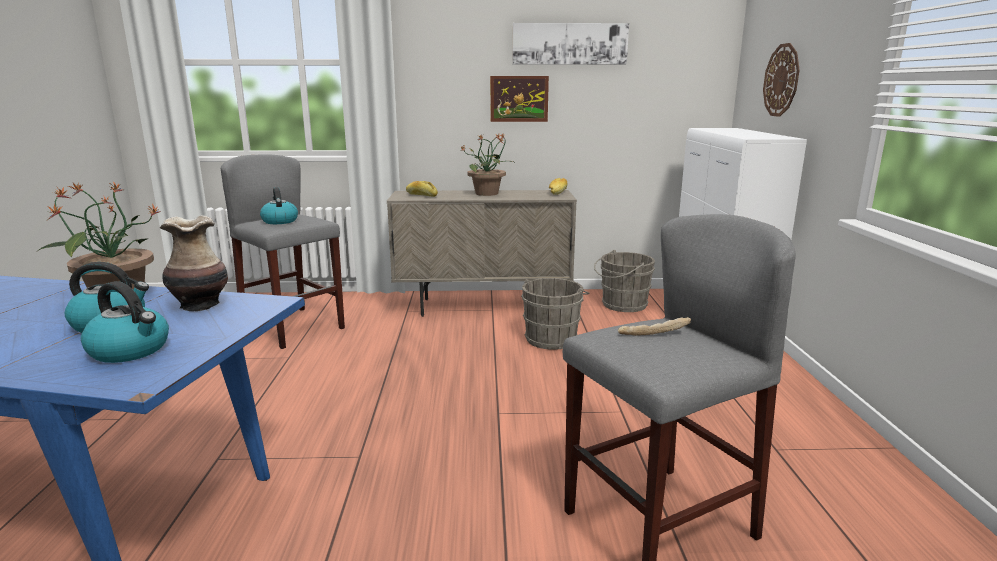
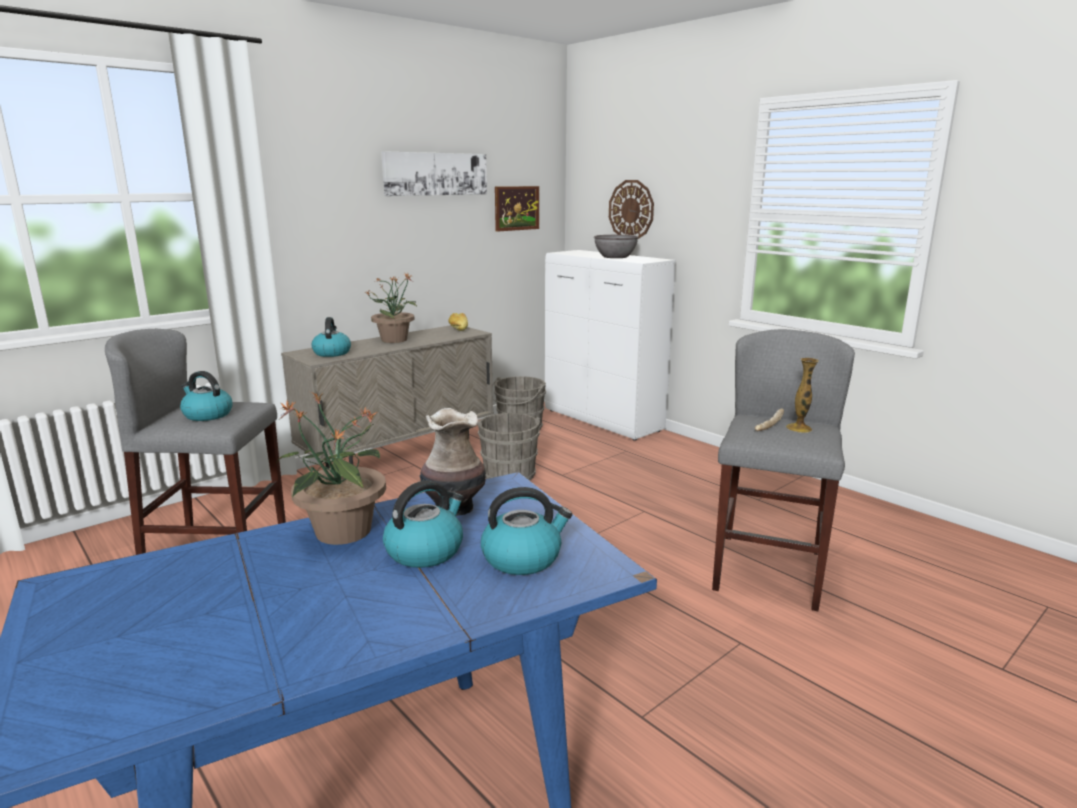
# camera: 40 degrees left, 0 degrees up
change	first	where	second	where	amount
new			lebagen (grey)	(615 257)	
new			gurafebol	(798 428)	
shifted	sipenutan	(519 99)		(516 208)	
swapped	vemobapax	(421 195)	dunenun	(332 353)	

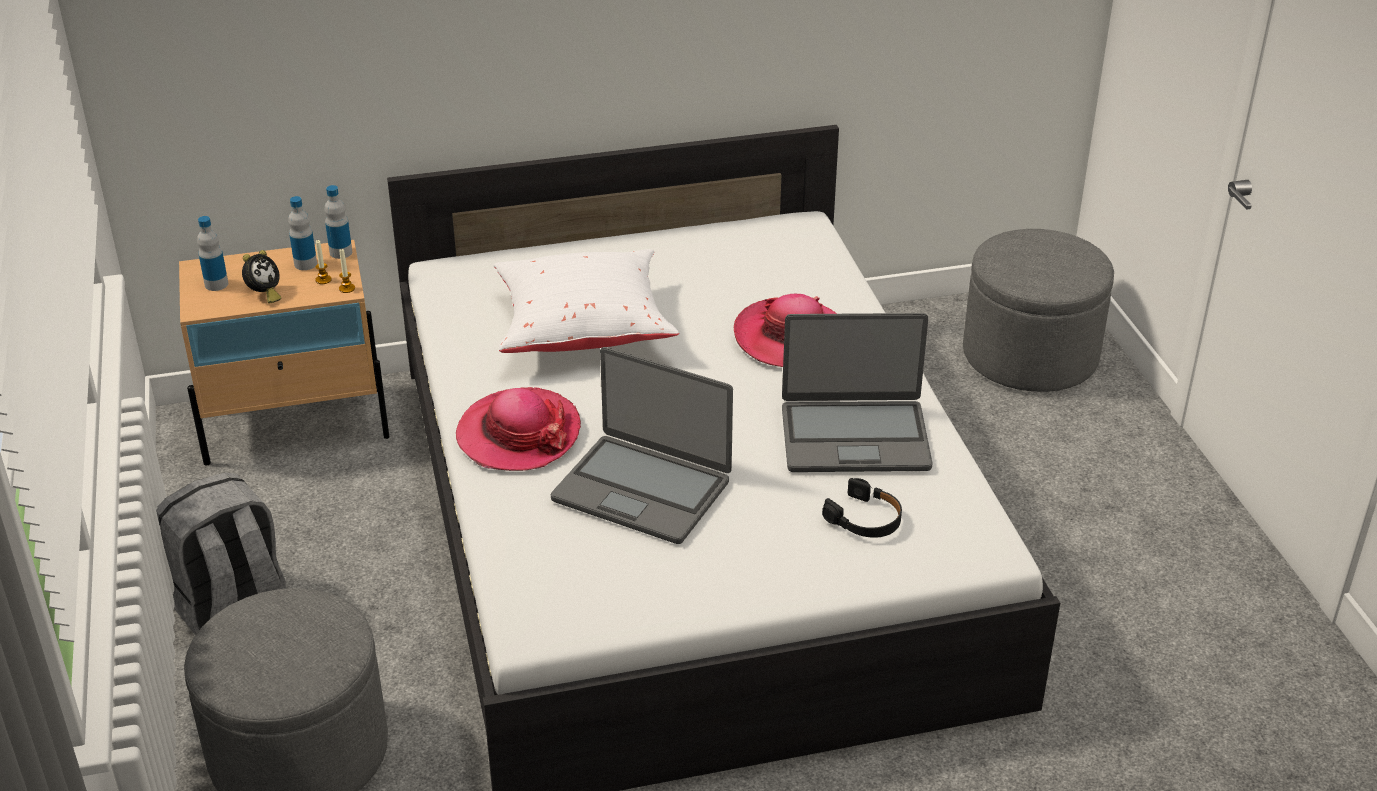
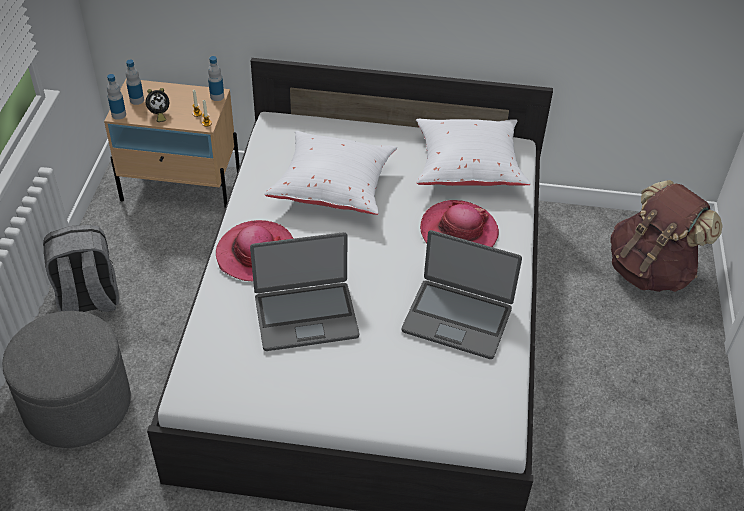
# camera: 20 degrees right, 10 degrees up
change	first	where	second	where	amount
gone	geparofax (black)	(865 519)			
new			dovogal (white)	(467 167)	
shifted	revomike	(305 264)		(118 115)	
swapped	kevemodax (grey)	(1030 355)	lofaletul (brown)	(650 270)	
rotated	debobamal	(642 489)		(306 316)	60 degrees counterclockwise

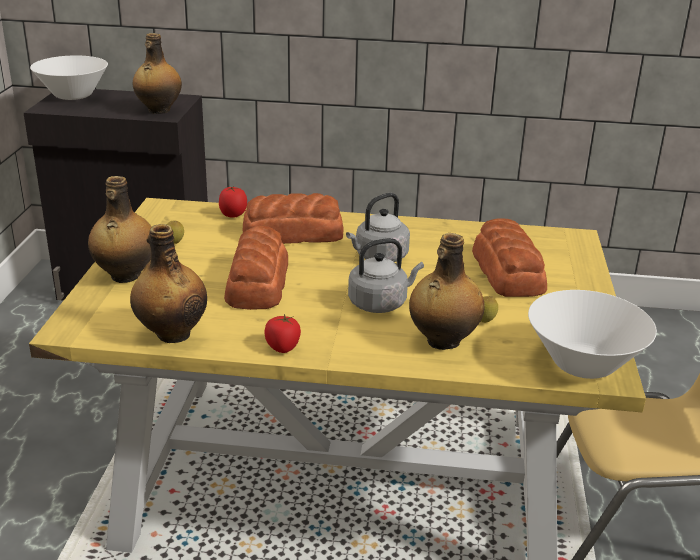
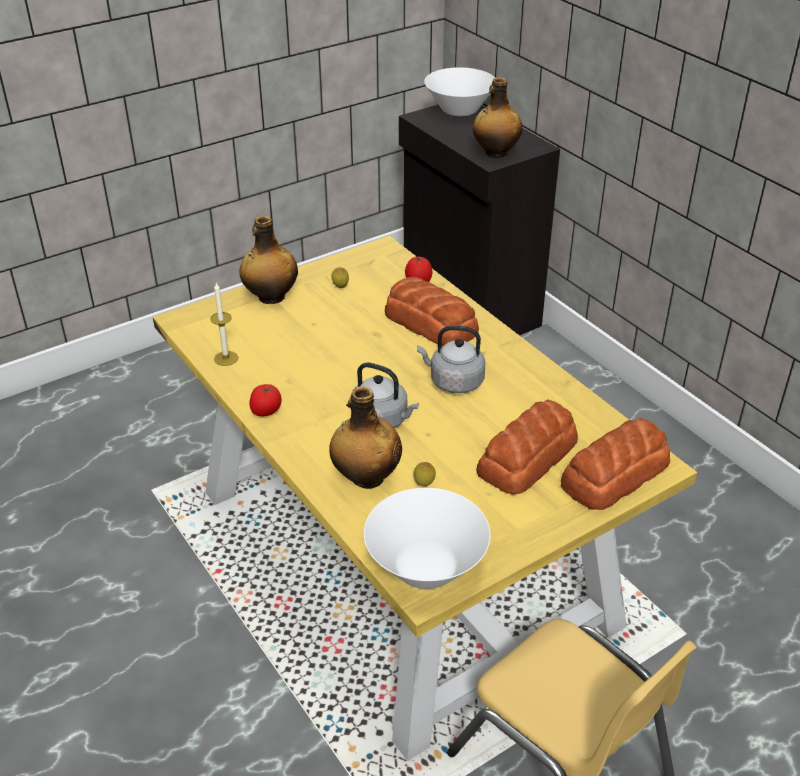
# camera: 50 degrees right, 10 degrees up
change	first	where	second	where	amount
shifted	vemobapax	(257 282)		(613 475)	
swapped	revomike	(172 333)	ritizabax	(226 358)	

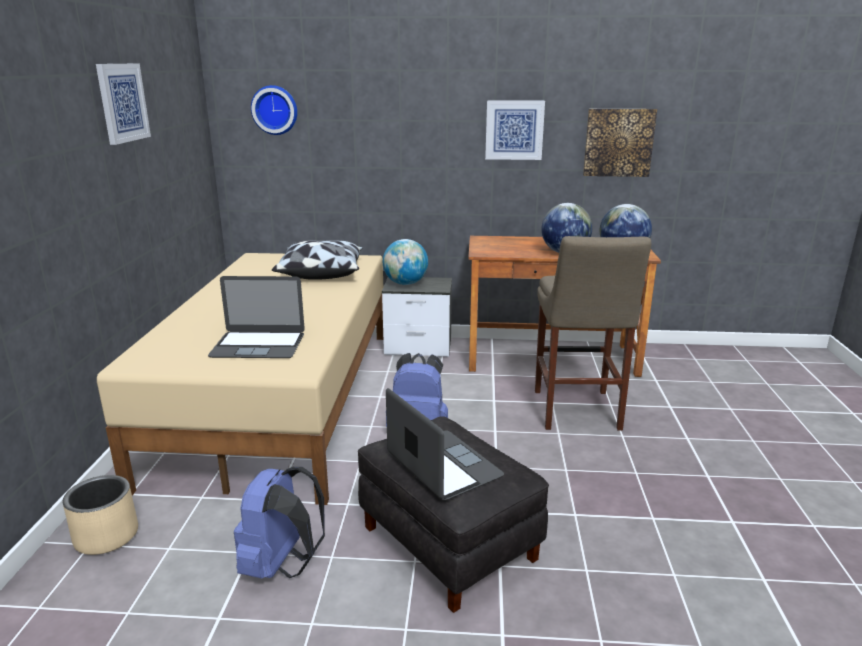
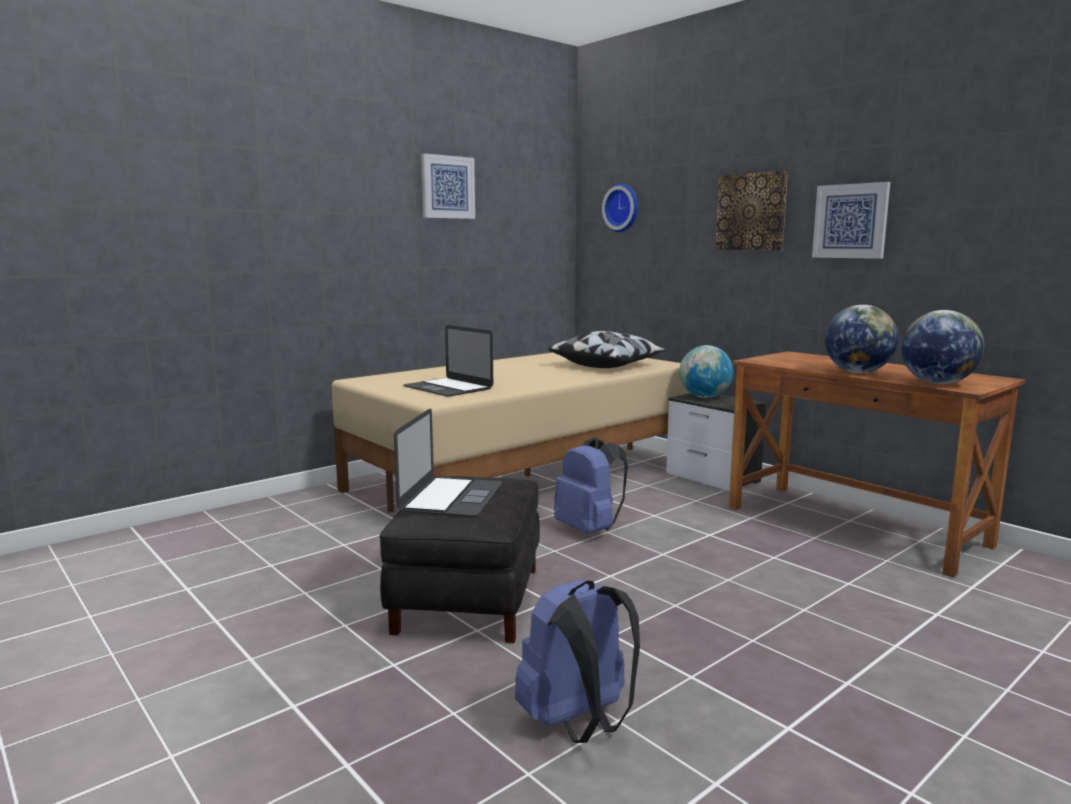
# camera: 45 degrees right, 10 degrees down
change	first	where	second	where	amount
gone	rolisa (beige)	(106 536)			
gone	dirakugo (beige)	(576 412)			
shifted	lofaletul (blue)	(281 565)		(578 724)	
shifted	sipenutan	(618 142)		(752 212)	

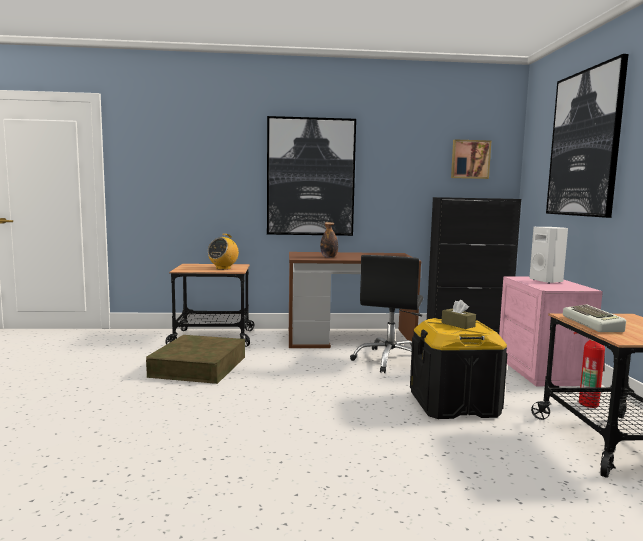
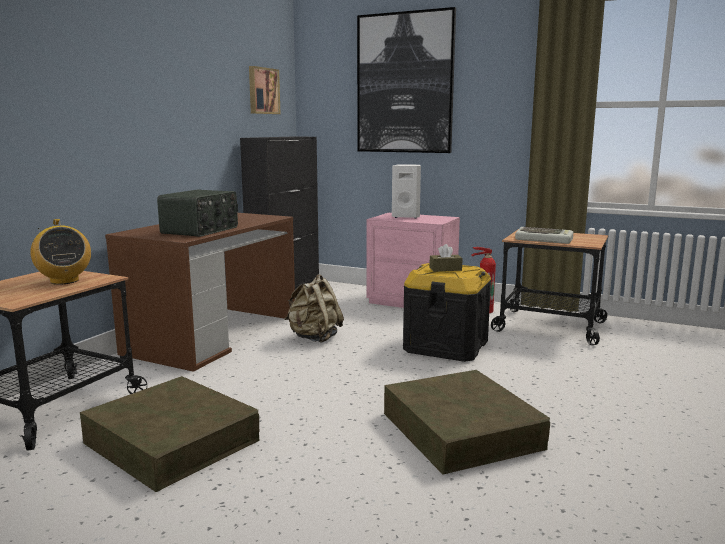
# camera: 60 degrees left, 5 degrees up
change	first	where	second	where	amount
gone	sipenutan	(310 177)			
new			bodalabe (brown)	(461 430)	
swapped	revomike	(329 257)	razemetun	(201 230)	
swapped	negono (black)	(390 360)	lofaletul (beige)	(314 338)	

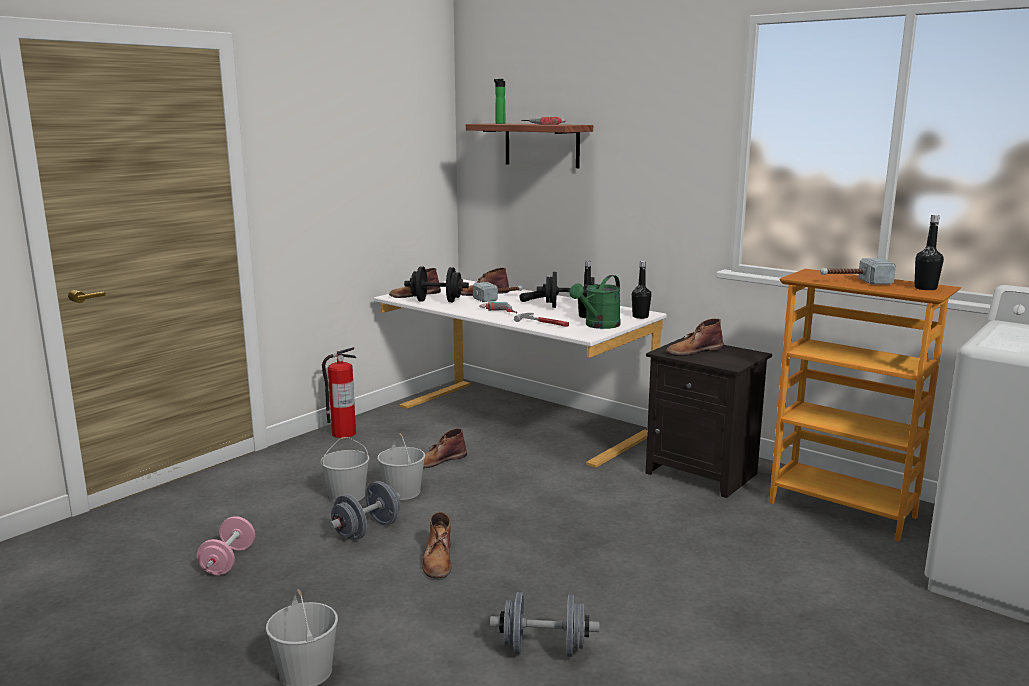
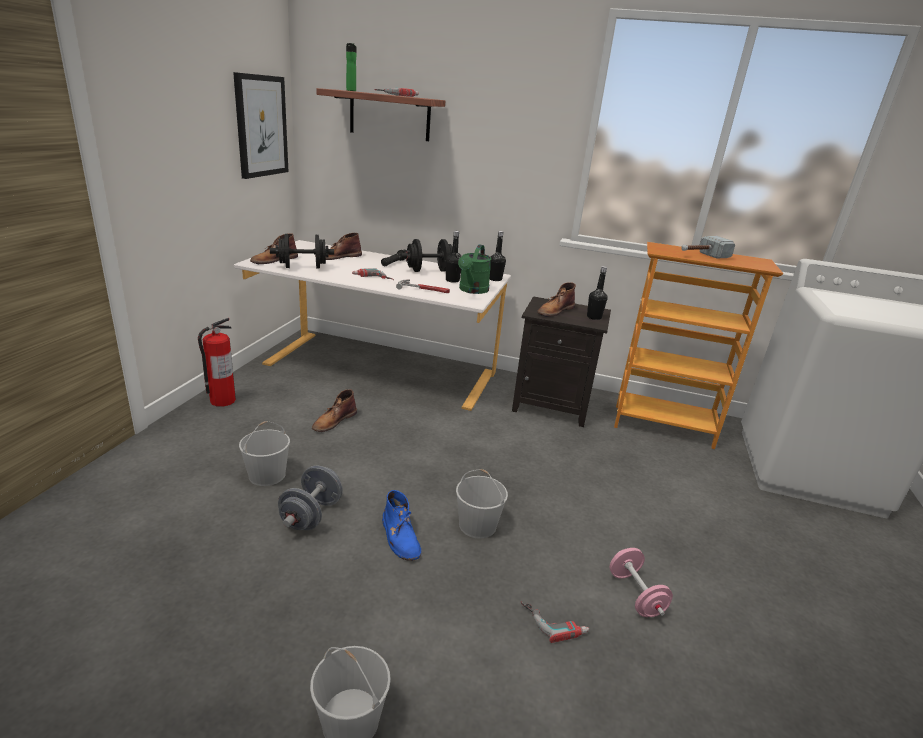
# camera: 25 degrees left, 10 degrees up
change	first	where	second	where	amount
gone	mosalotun	(499 298)			
new			sipenutan	(261 126)	
shifted	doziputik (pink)	(228 561)		(635 595)	
shifted	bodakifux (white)	(403 492)		(478 525)	
shifted	revomike (black)	(925 288)		(594 317)	
swapped	doziputik (grey)	(544 649)	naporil	(554 620)	
repainted	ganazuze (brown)	(438 560)	ganazuze (blue)	(400 537)	

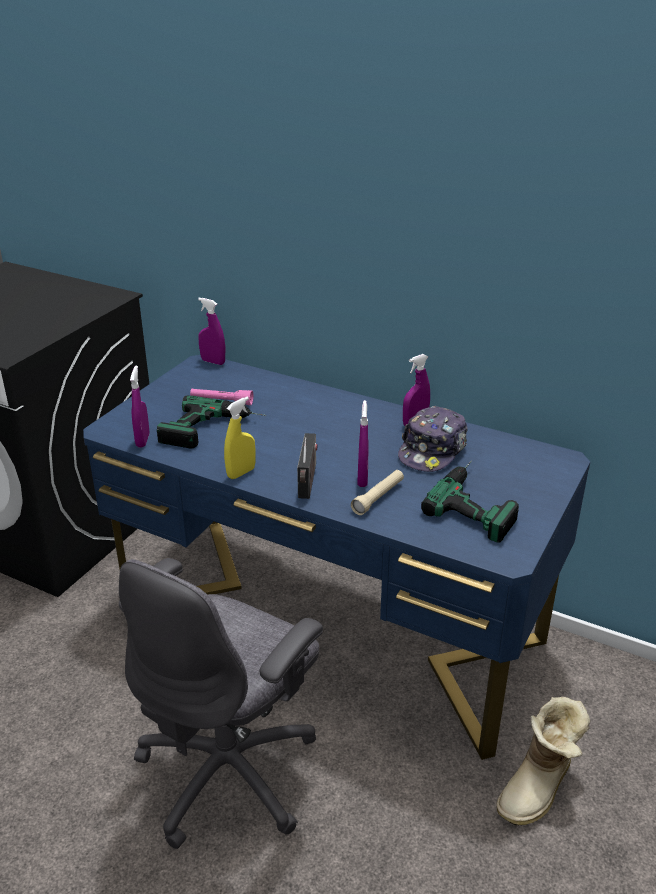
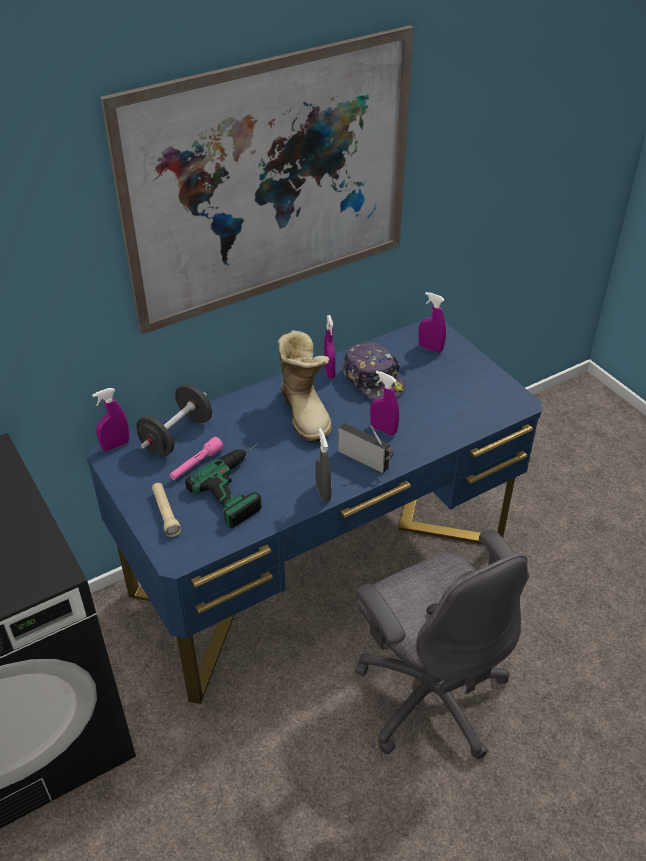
# camera: 60 degrees left, 10 degrees up
change	first	where	second	where	amount
gone	naporil	(478 502)			
new			sipenutan	(271 181)	
new			doziputik (black)	(177 436)	
shifted	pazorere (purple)	(142 440)		(430 348)	
shifted	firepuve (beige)	(378 497)		(166 513)	
shifted	ganazuze	(539 788)		(306 411)	
repainted	pazorere (yellow)	(241 473)	pazorere (grey)	(323 492)	

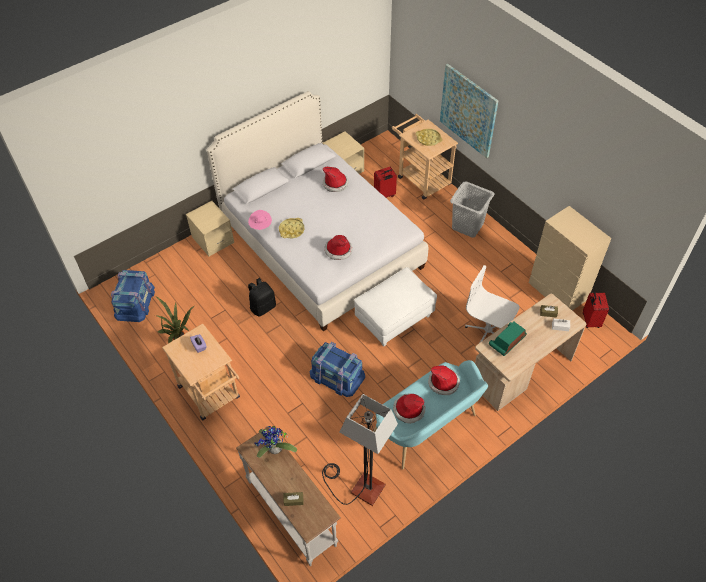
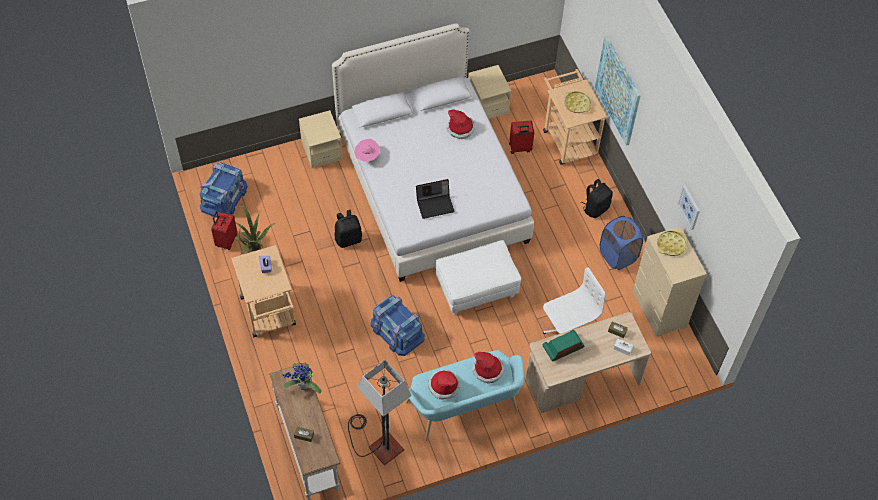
# camera: 15 degrees right, 5 degrees up
change	first	where	second	where	amount
new			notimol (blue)	(618 256)	
new			sipenutan	(689 207)	
shifted	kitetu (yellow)	(291 230)		(671 245)	
shifted	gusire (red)	(590 320)		(226 241)	
swapped	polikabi	(338 250)	debobamal	(435 204)	
swapped	notimol (grey)	(467 225)	lofaletul (black)	(595 208)	
rotated	negono (white)	(488 331)		(567 330)	105 degrees clockwise

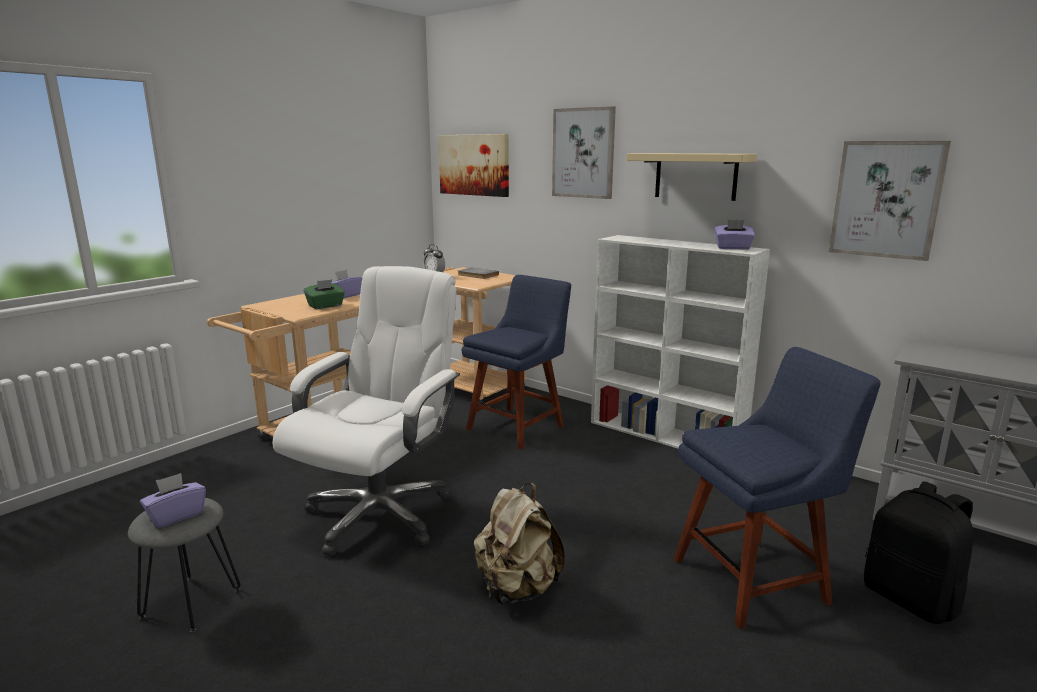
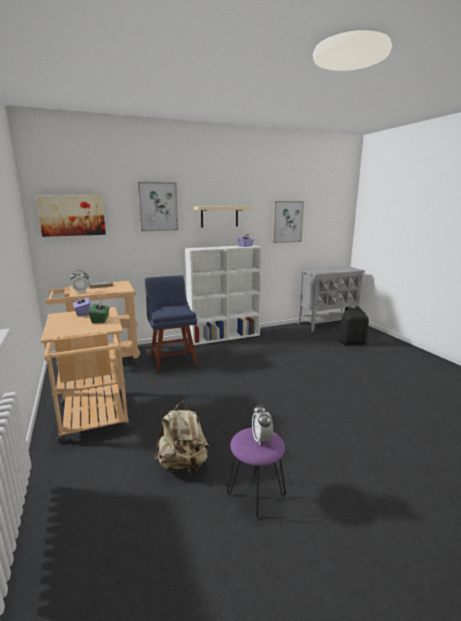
# camera: 60 degrees left, 0 degrees up
change	first	where	second	where	amount
gone	negono (white)	(379 514)			
gone	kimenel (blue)	(755 579)			
shifted	lofaletul (beige)	(517 589)		(183 466)	
swapped	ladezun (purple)	(176 515)	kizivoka	(261 439)	
repainted	dirakugo (grey)	(190 603)	dirakugo (purple)	(256 495)	

